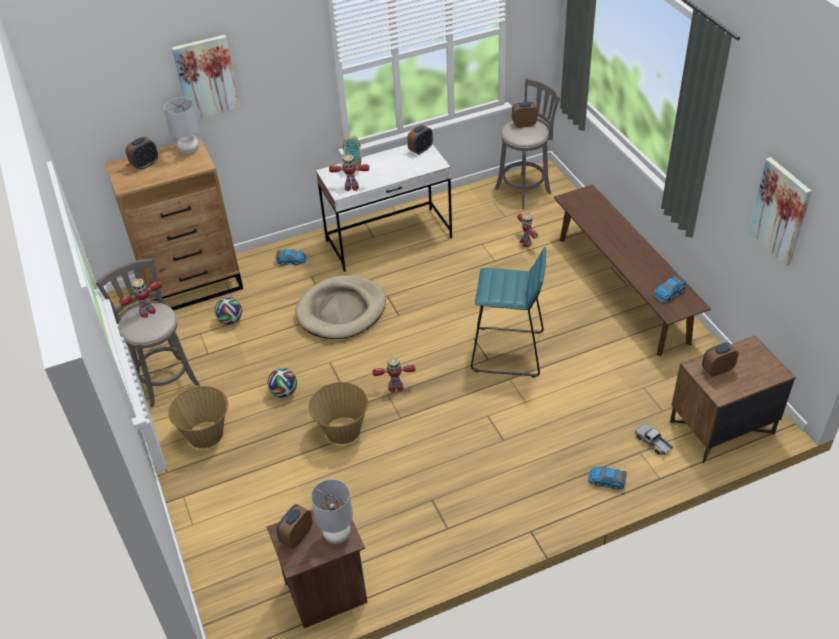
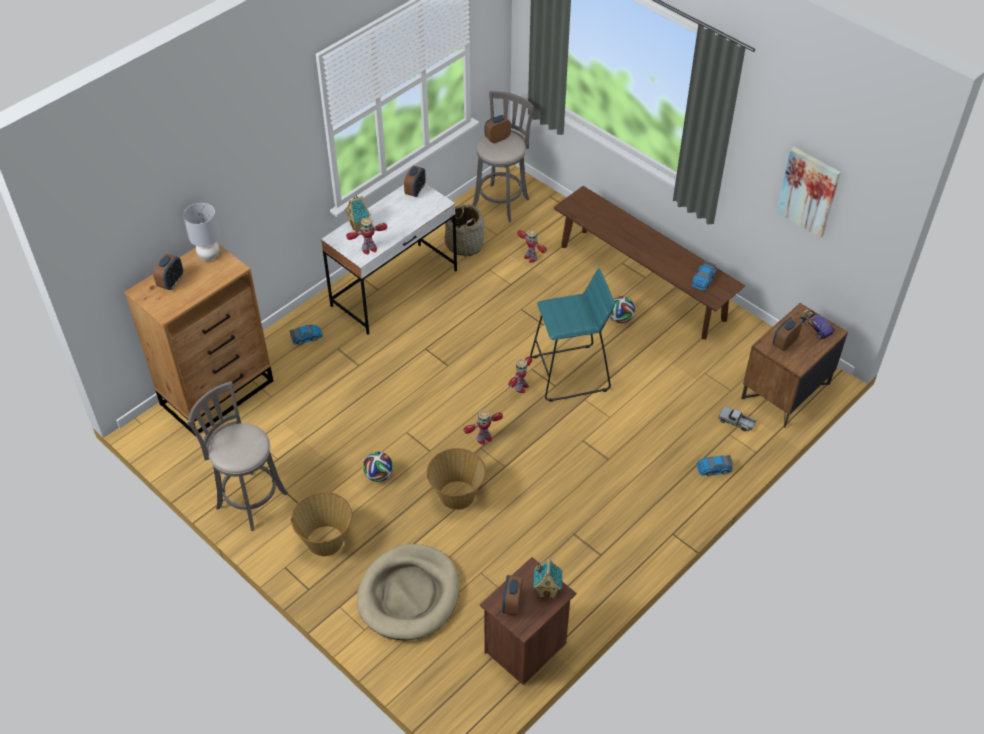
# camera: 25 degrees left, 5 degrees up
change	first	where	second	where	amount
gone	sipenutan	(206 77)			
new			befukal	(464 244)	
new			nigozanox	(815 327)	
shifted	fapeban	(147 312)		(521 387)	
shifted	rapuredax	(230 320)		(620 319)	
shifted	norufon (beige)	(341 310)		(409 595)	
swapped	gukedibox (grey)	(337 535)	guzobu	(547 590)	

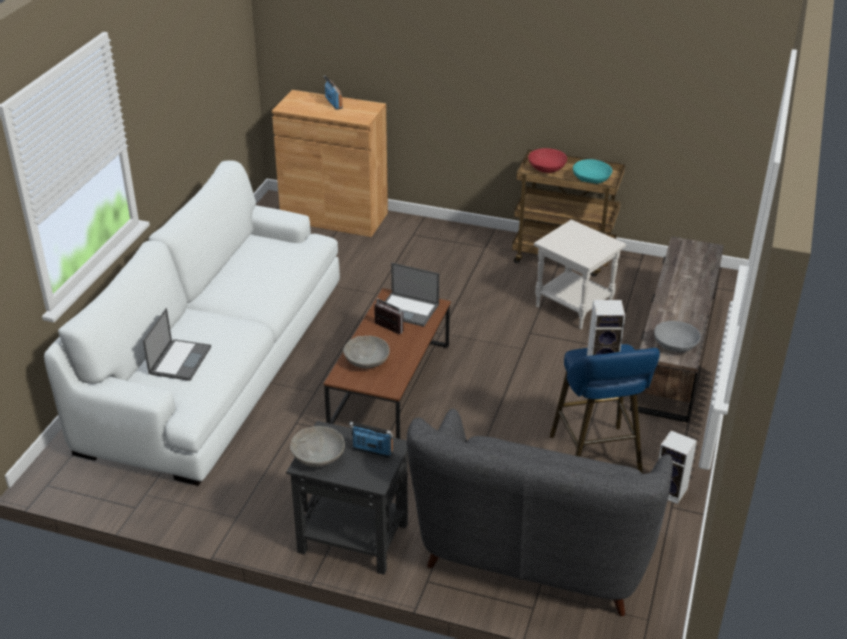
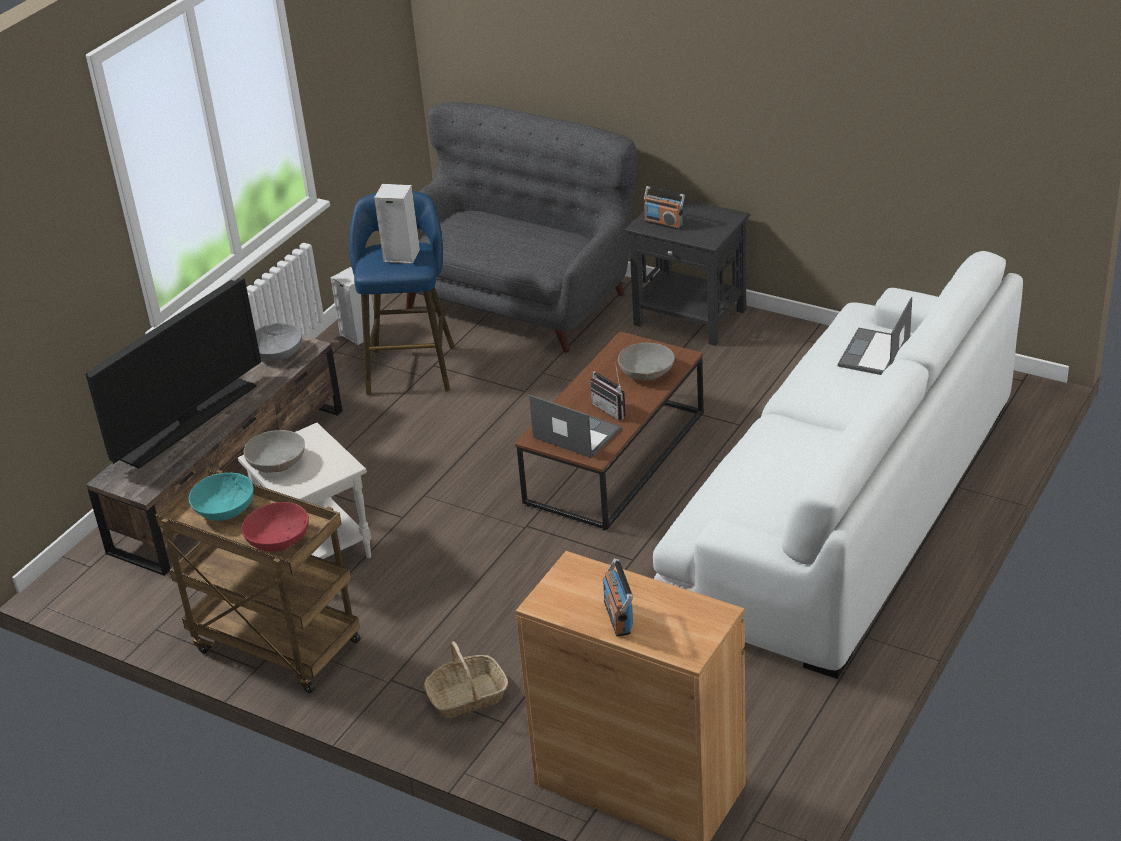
# camera: 165 degrees left, 0 degrees up
change	first	where	second	where	amount
new			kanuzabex	(189 422)	
new			befukal	(467 696)	
shifted	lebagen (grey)	(318 456)		(277 463)	

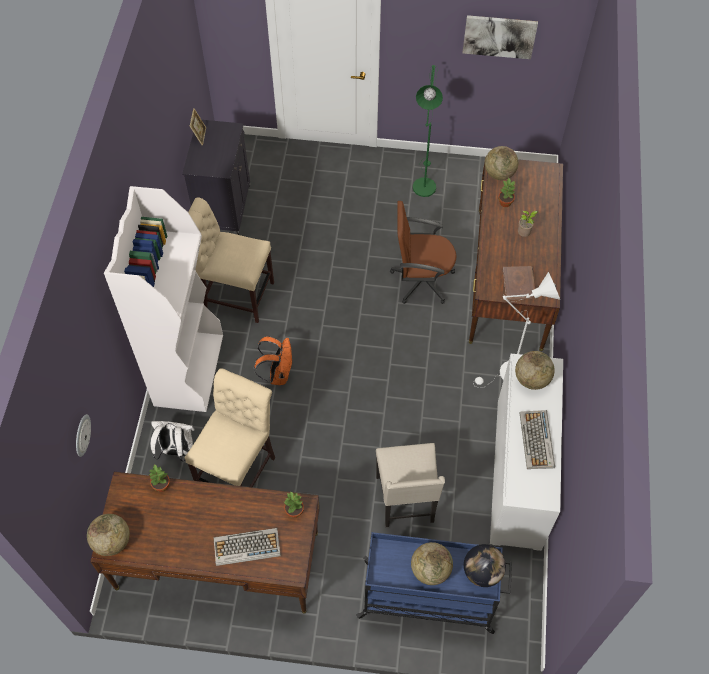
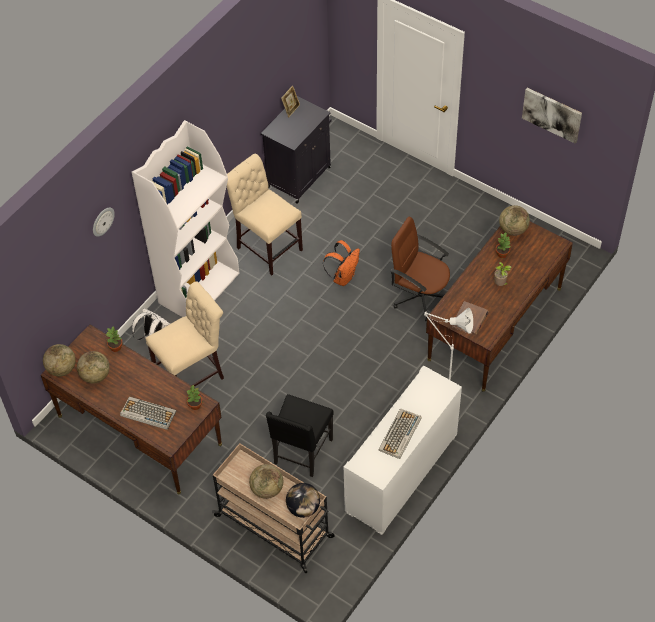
# camera: 30 degrees right, 5 degrees down
change	first	where	second	where	amount
gone	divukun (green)	(423 183)			
shifted	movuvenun	(81 435)		(102 221)	
shifted	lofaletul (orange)	(278 373)		(343 277)	
shifted	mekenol	(531 379)		(95 376)	
repainted	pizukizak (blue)	(429 597)	pizukizak (beige)	(275 527)	
repainted	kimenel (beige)	(406 500)	kimenel (black)	(302 452)	

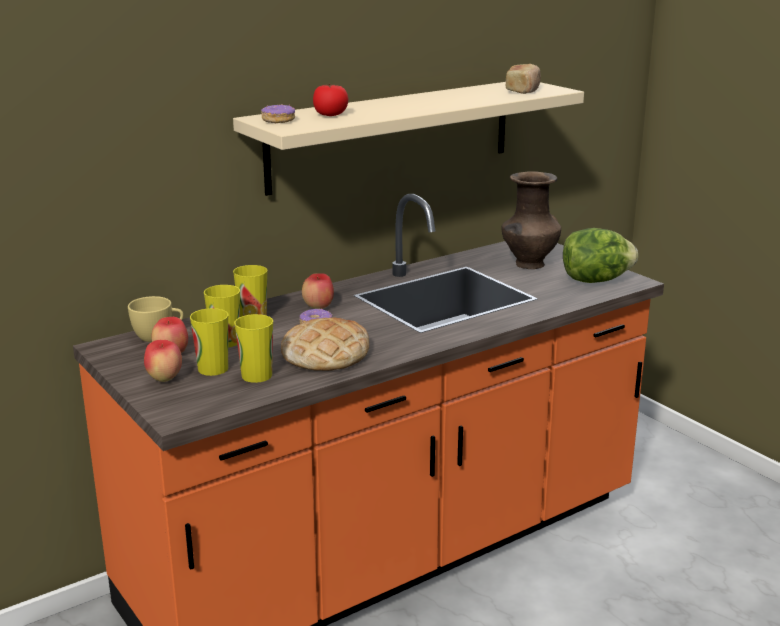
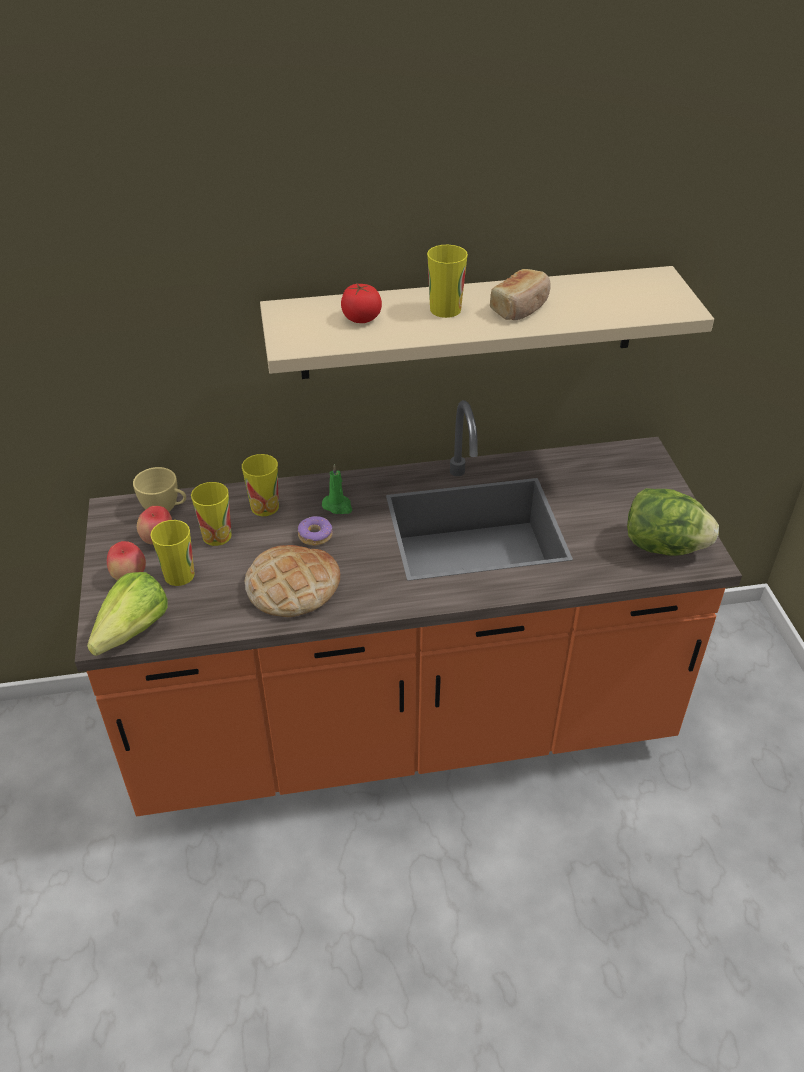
# camera: 25 degrees right, 20 degrees up
change	first	where	second	where	amount
gone	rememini	(278 120)			
gone	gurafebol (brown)	(528 265)			
new			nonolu	(126 636)	
shifted	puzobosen	(256 375)		(445 309)	
shifted	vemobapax	(523 89)		(520 307)	
swapped	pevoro	(318 307)	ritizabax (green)	(338 506)	

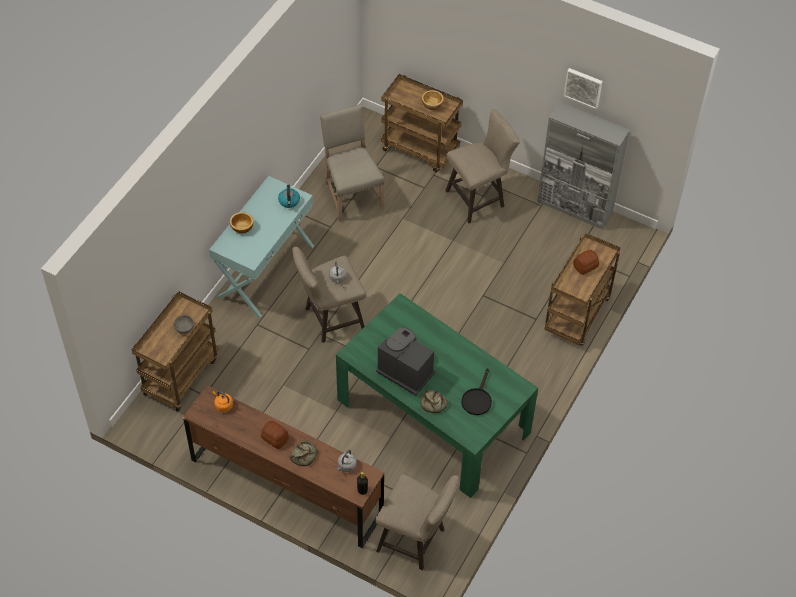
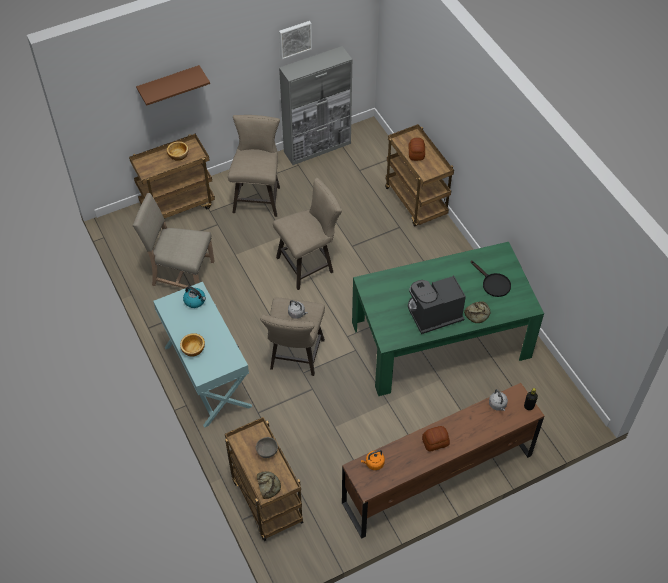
# camera: 55 degrees left, 0 degrees up
change	first	where	second	where	amount
new			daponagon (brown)	(169 84)	
shifted	vemobapax	(304 455)		(268 485)	
shifted	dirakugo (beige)	(415 541)		(309 264)	

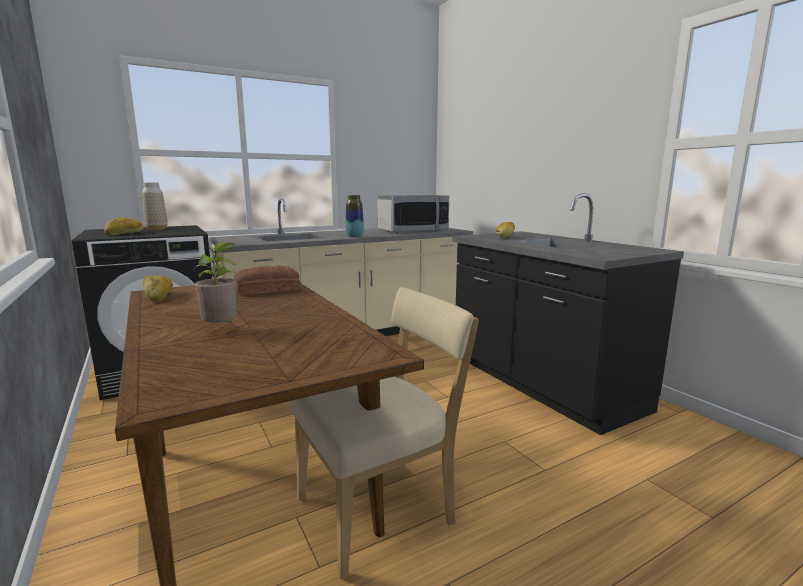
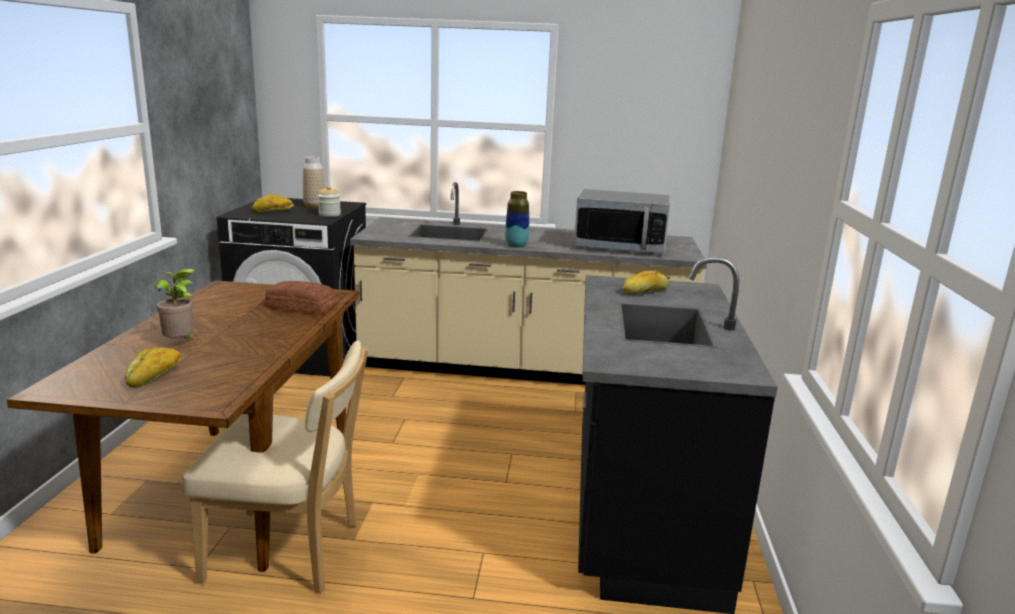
# camera: 35 degrees right, 5 degrees up
change	first	where	second	where	amount
new			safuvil	(329 215)	
shifted	vemobapax	(159 296)		(155 376)	

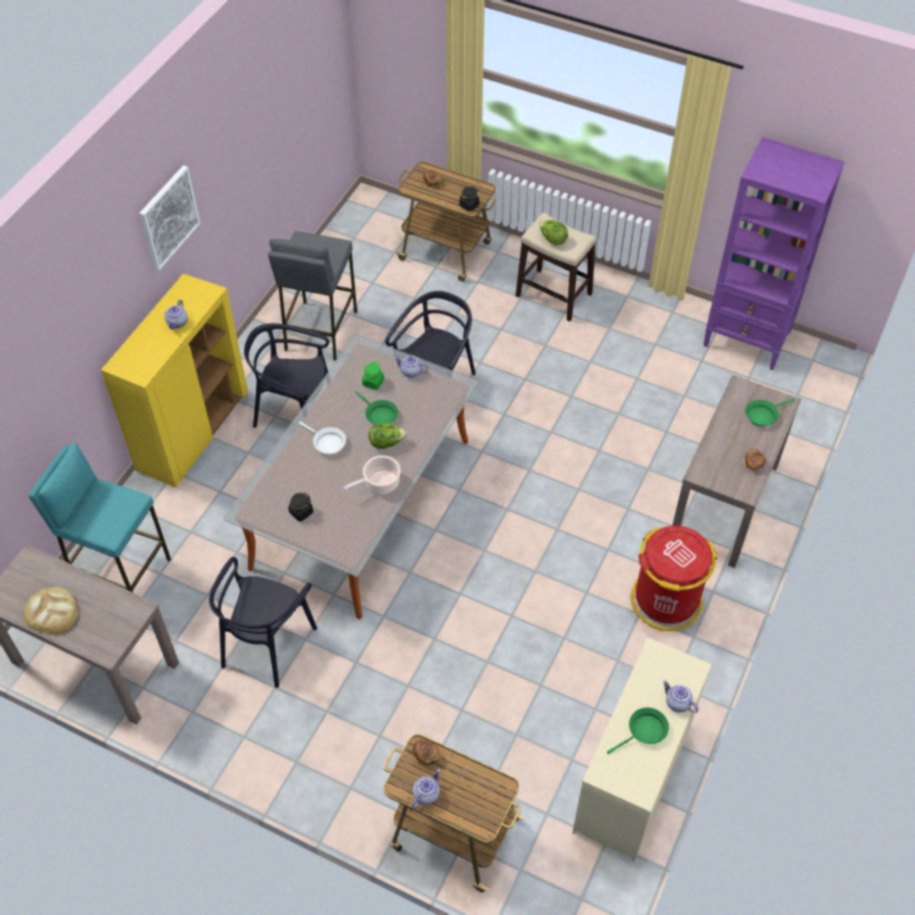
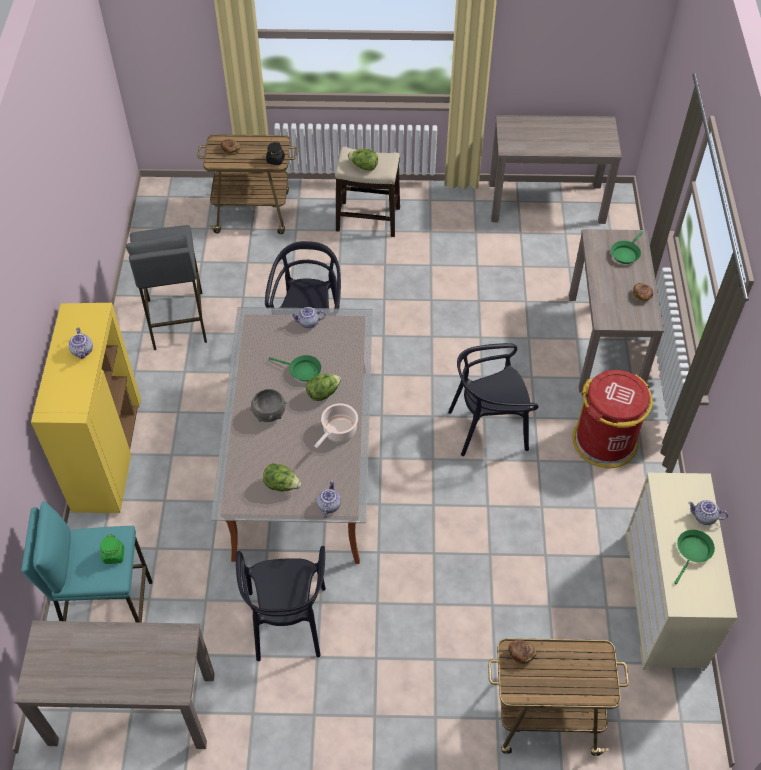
# camera: 25 degrees left, 0 degrees up
change	first	where	second	where	amount
gone	vemobapax	(52 612)			
gone	sipenutan	(168 217)			
shifted	kimenel (black)	(294 412)		(488 427)	
shifted	safuvil (green)	(373 382)		(113 555)	
shifted	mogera	(426 794)		(328 505)	
swapped	safuvil (black)	(301 512)	nonolu	(282 485)	
swapped	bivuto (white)	(327 443)	lebagen (grey)	(269 413)	
swapped	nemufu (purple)	(747 339)	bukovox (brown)	(547 203)	

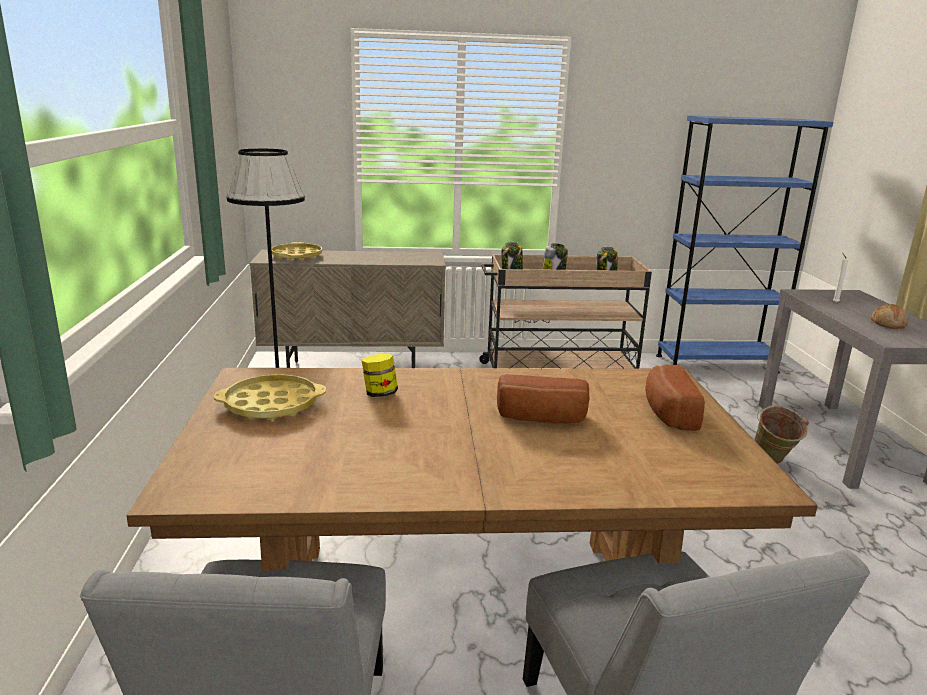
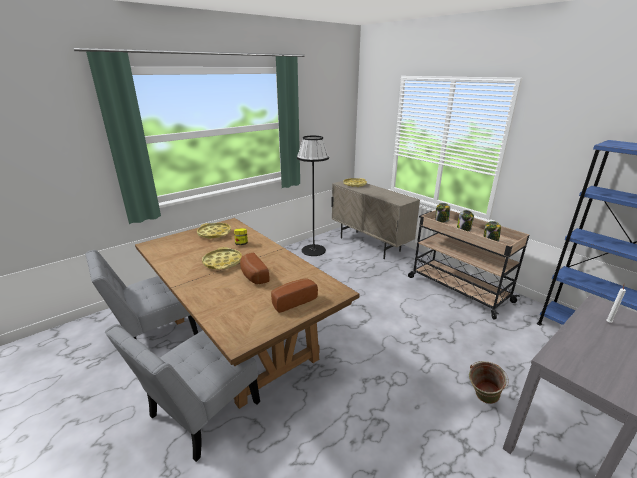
# camera: 55 degrees right, 5 degrees up
change	first	where	second	where	amount
gone	vemobapax	(888 324)			
new			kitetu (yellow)	(222 262)	

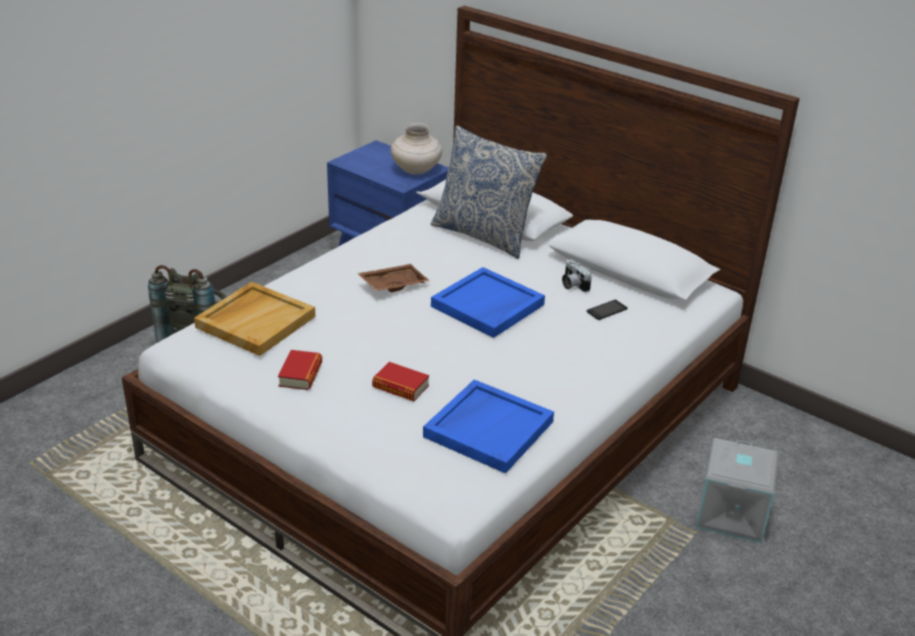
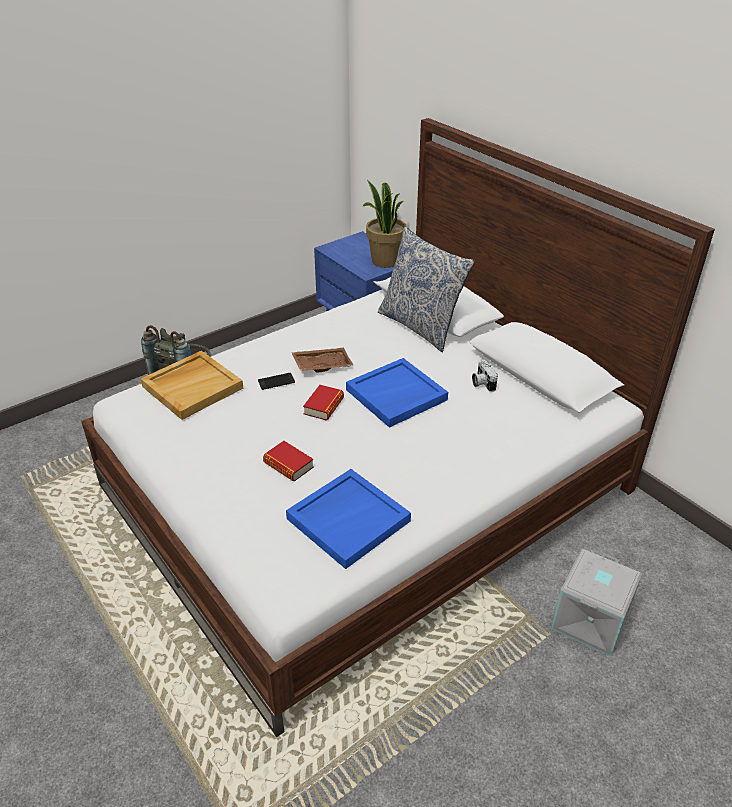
# camera: 15 degrees right, 5 degrees up
change	first	where	second	where	amount
shifted	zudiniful	(300 374)		(324 406)	
shifted	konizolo	(607 310)		(276 381)	
swapped	gurafebol (beige)	(416 170)	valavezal	(384 261)	

